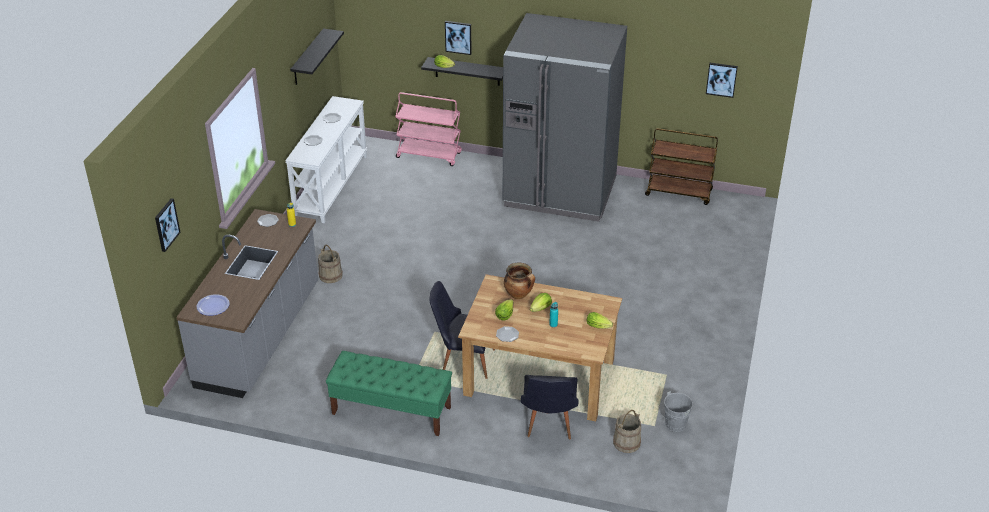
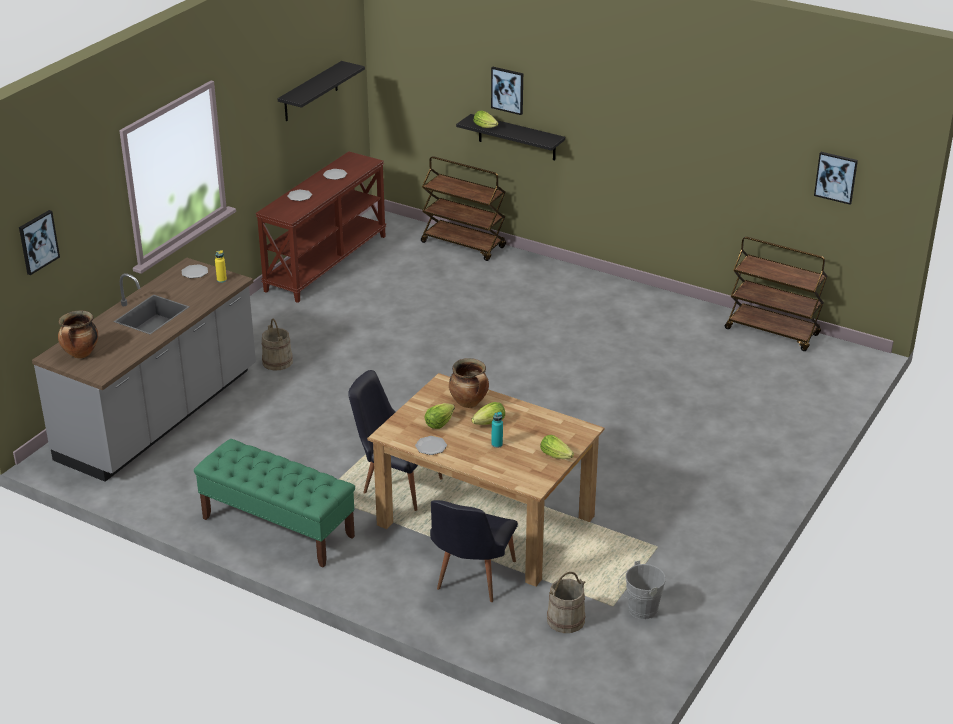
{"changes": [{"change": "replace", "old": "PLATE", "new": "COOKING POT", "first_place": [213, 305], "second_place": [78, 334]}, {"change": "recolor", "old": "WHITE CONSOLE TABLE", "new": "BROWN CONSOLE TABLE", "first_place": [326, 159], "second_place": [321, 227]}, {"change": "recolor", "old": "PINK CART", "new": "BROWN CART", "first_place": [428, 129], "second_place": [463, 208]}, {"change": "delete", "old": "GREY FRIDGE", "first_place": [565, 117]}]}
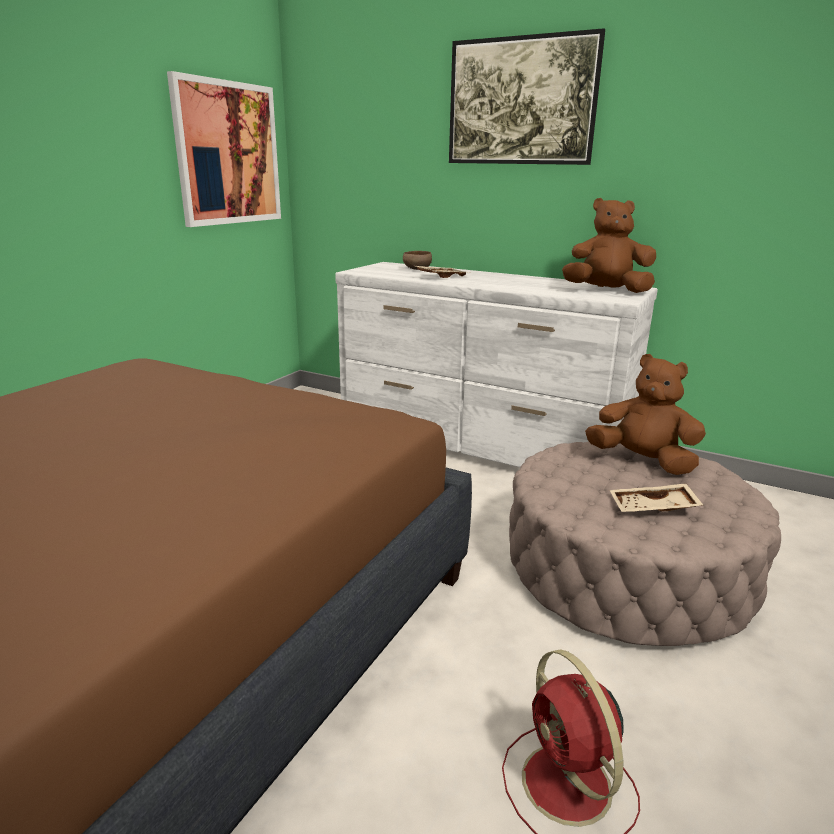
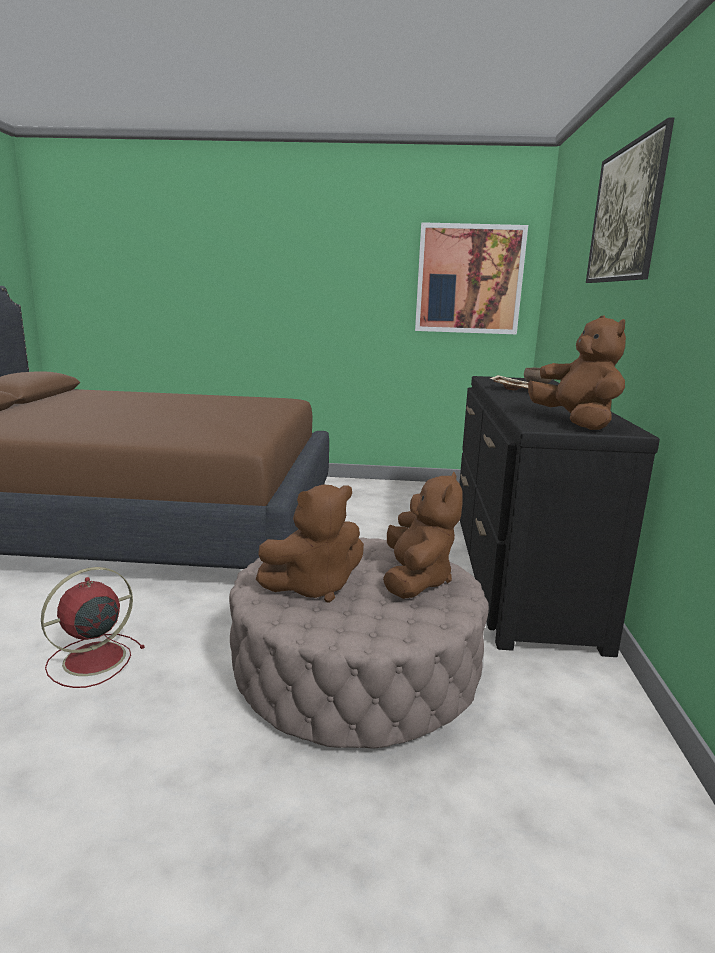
{"changes": [{"change": "replace", "old": "BEIGE TRAY", "new": "BROWN PLUSH TOY", "first_place": [656, 497], "second_place": [310, 543]}, {"change": "recolor", "old": "WHITE DRESSER", "new": "BLACK DRESSER", "first_place": [496, 364], "second_place": [559, 516]}]}
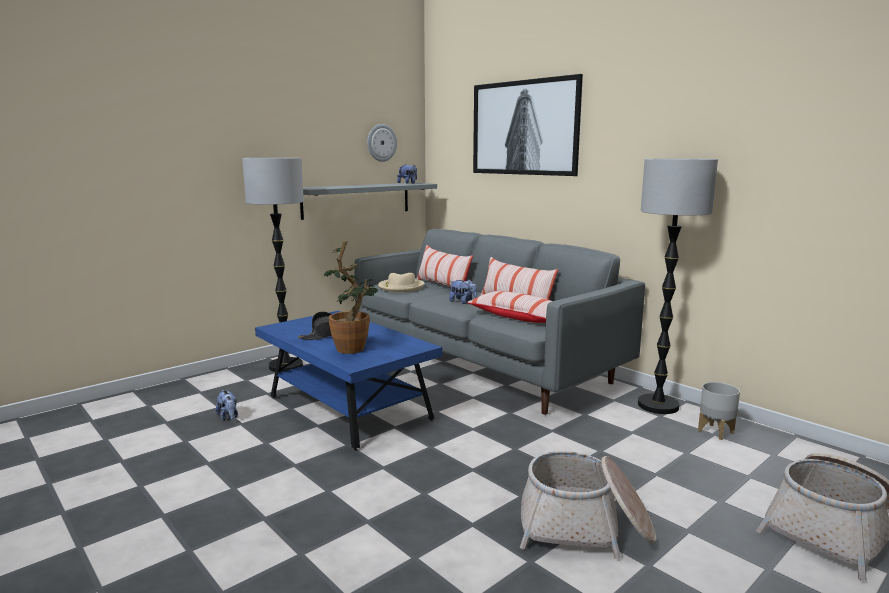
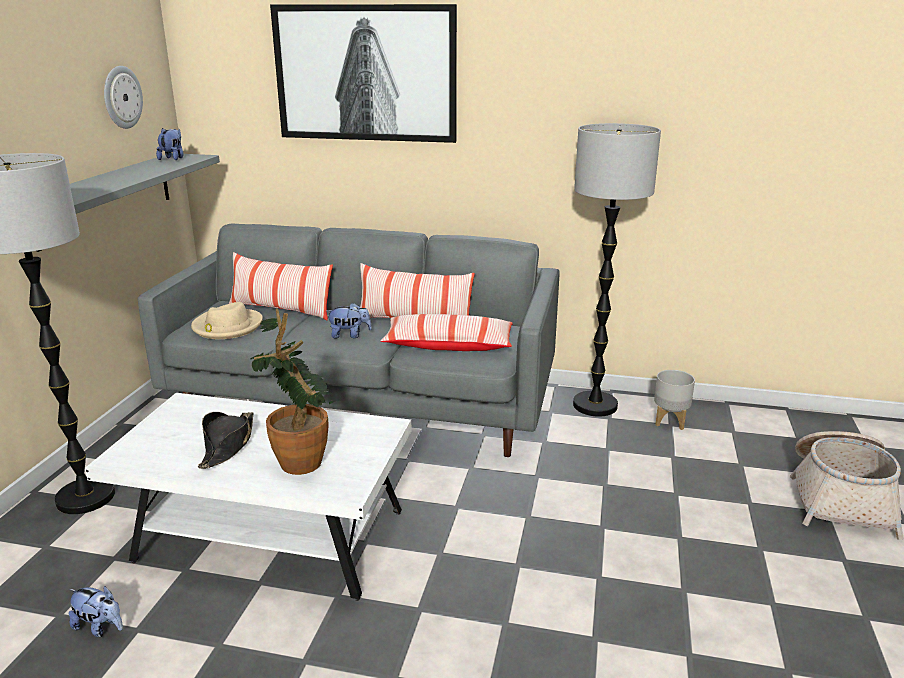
{"changes": [{"change": "recolor", "old": "BLUE COFFEE TABLE", "new": "WHITE COFFEE TABLE", "first_place": [348, 381], "second_place": [248, 497]}, {"change": "delete", "old": "BASKET", "first_place": [588, 505]}]}
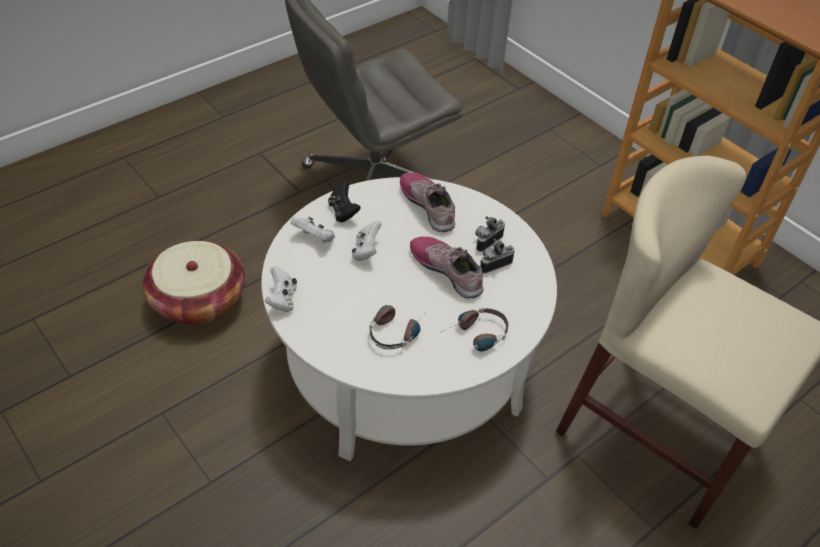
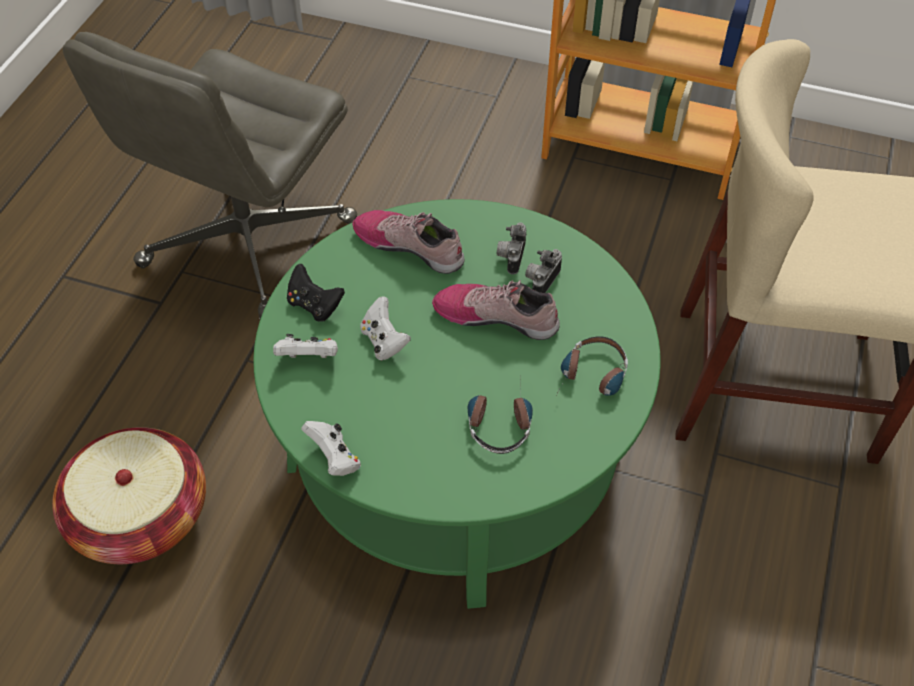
{"changes": [{"change": "recolor", "old": "WHITE COFFEE TABLE", "new": "GREEN COFFEE TABLE", "first_place": [409, 319], "second_place": [457, 404]}]}
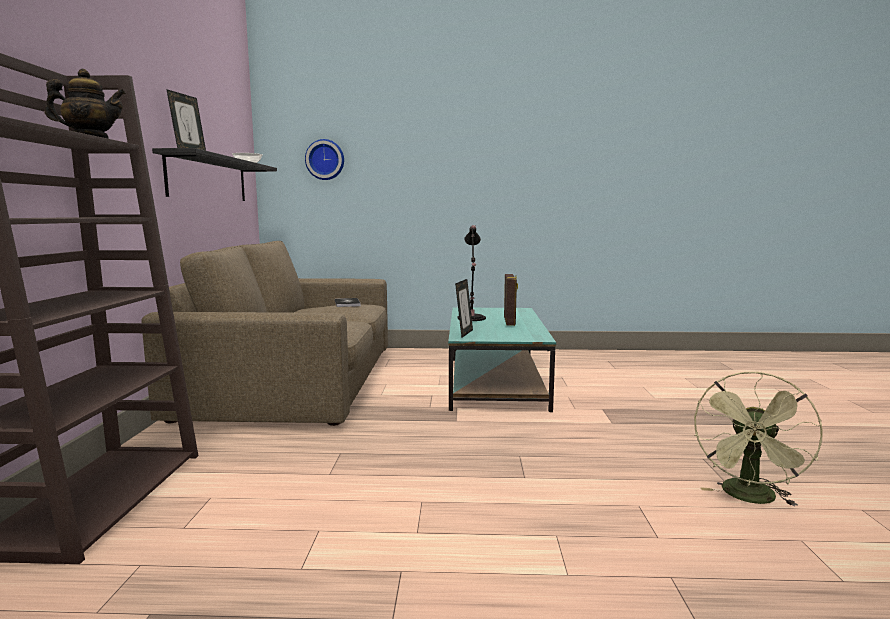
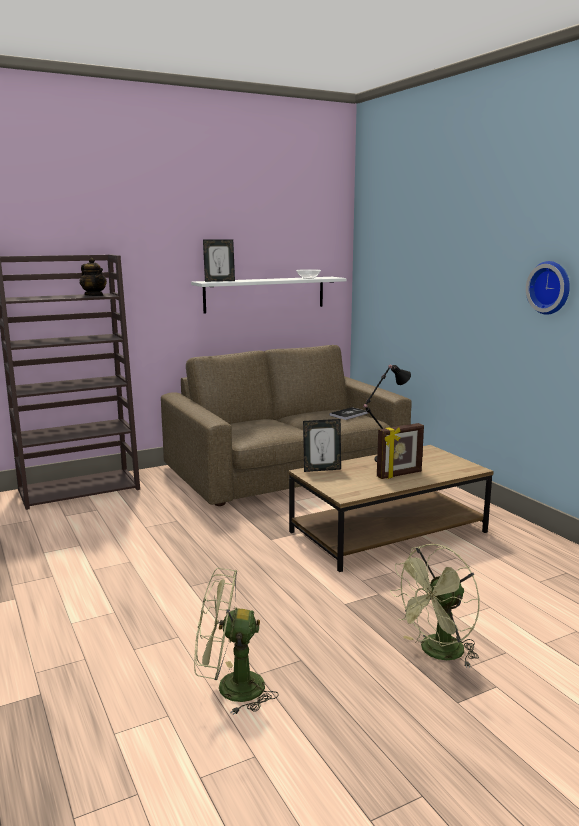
{"changes": [{"change": "recolor", "old": "BLACK SHELF", "new": "WHITE SHELF", "first_place": [214, 174], "second_place": [268, 295]}, {"change": "recolor", "old": "TURQUOISE COFFEE TABLE", "new": "BROWN COFFEE TABLE", "first_place": [502, 359], "second_place": [391, 508]}, {"change": "insert", "new": "GREEN FAN", "second_place": [435, 606]}, {"change": "move", "old": "WALL CLOCK", "first_place": [324, 159], "second_place": [548, 288]}]}
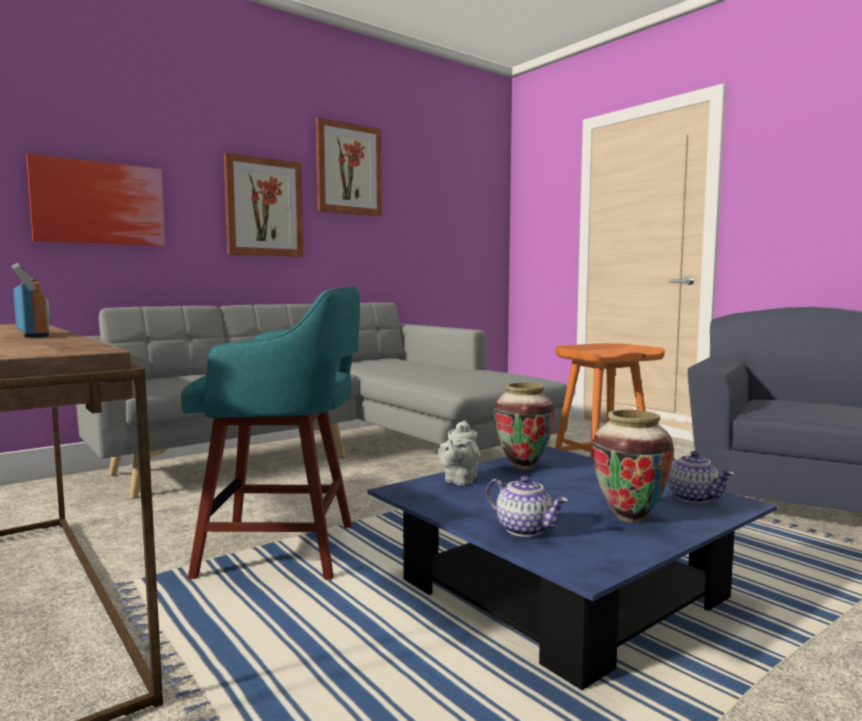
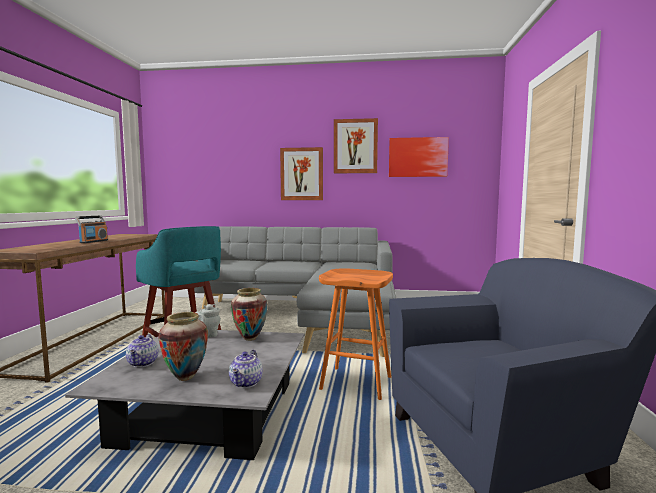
{"changes": [{"change": "recolor", "old": "BLUE COFFEE TABLE", "new": "GREY COFFEE TABLE", "first_place": [572, 568], "second_place": [184, 395]}, {"change": "move", "old": "PICTURE", "first_place": [96, 200], "second_place": [419, 157]}]}
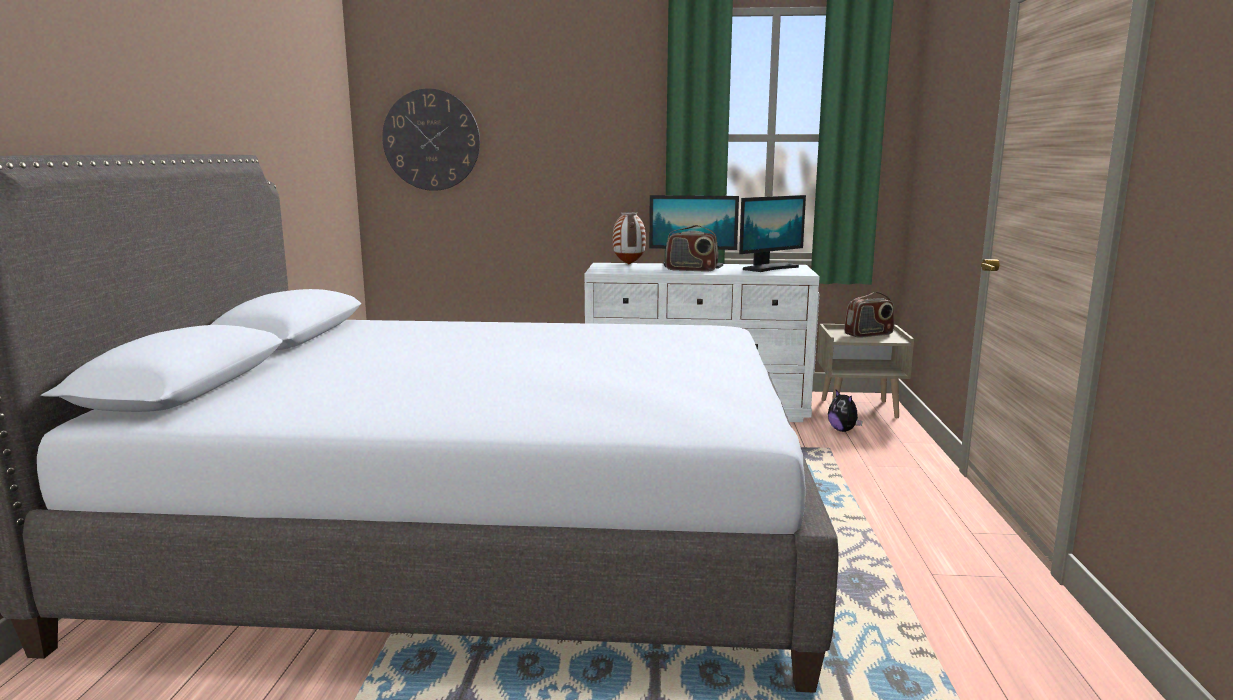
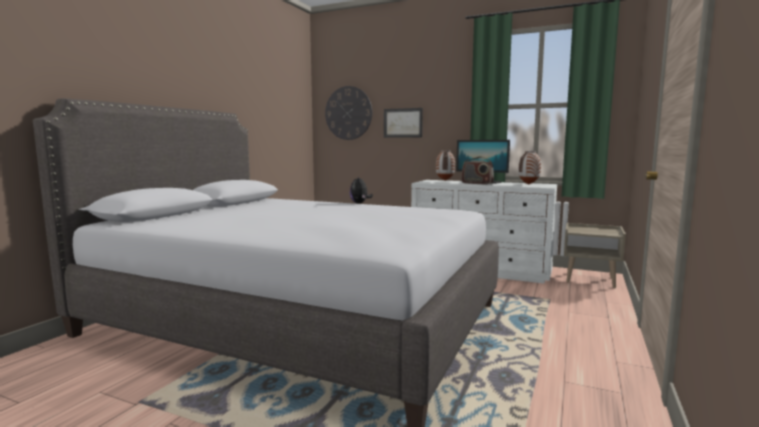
{"changes": [{"change": "move", "old": "PLUSH TOY", "first_place": [845, 411], "second_place": [361, 190]}, {"change": "insert", "new": "PICTURE", "second_place": [403, 123]}, {"change": "replace", "old": "MONITOR", "new": "VASE", "first_place": [772, 233], "second_place": [529, 168]}, {"change": "delete", "old": "RADIO", "first_place": [869, 315]}]}
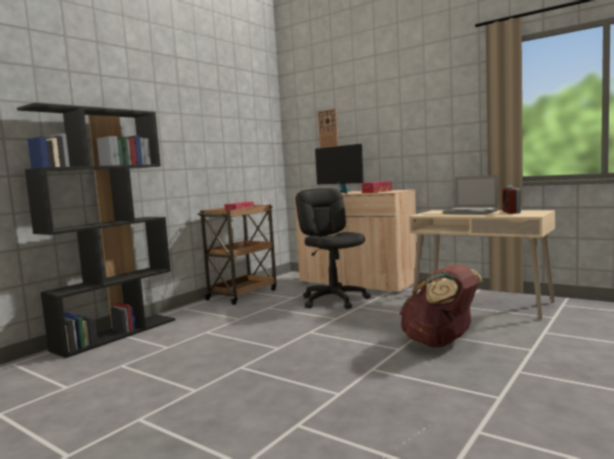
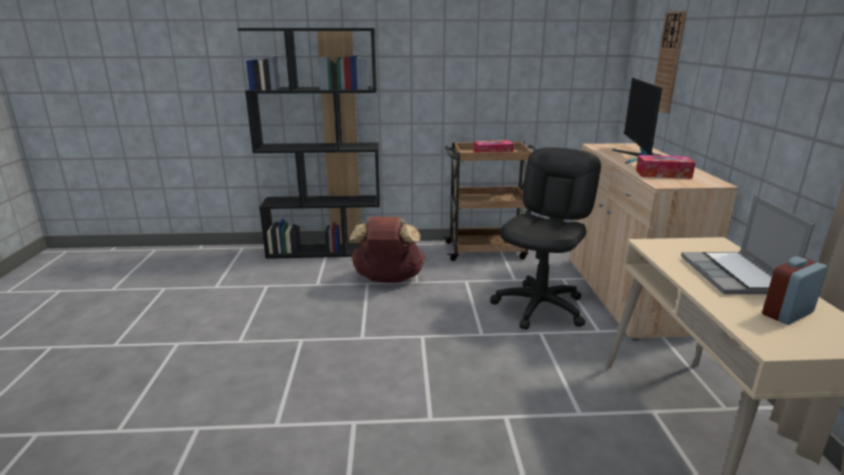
{"changes": [{"change": "move", "old": "BROWN BACKPACK", "first_place": [440, 305], "second_place": [387, 250]}]}
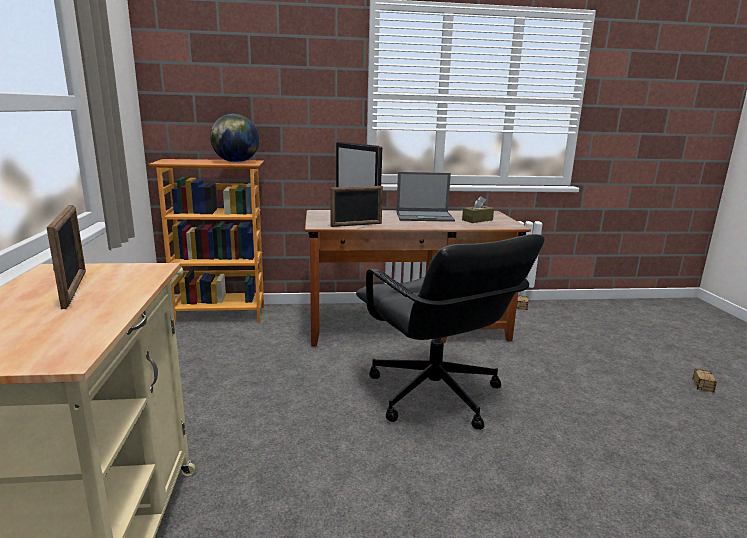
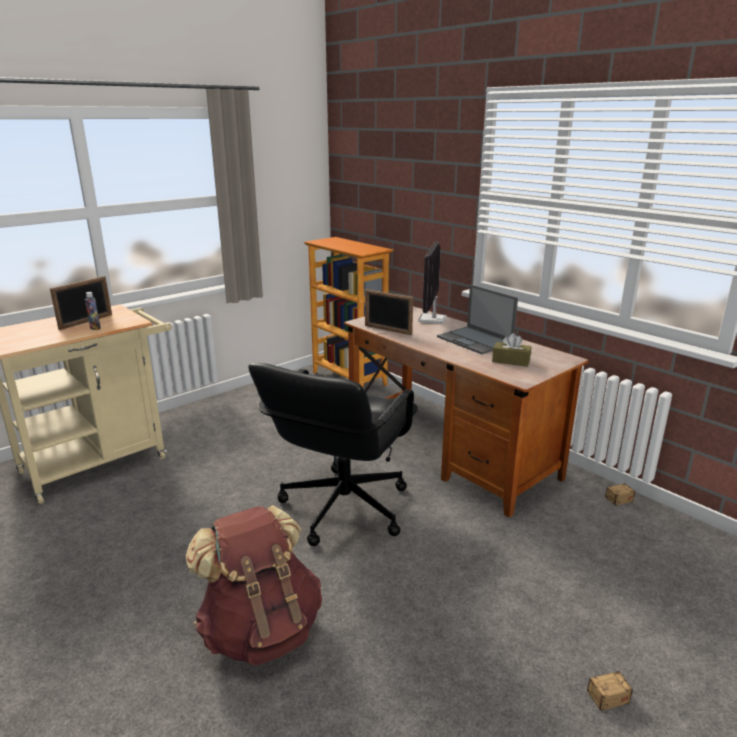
{"changes": [{"change": "insert", "new": "BOTTLE", "second_place": [93, 311]}, {"change": "insert", "new": "BROWN BACKPACK", "second_place": [254, 585]}, {"change": "delete", "old": "GLOBE", "first_place": [234, 138]}]}
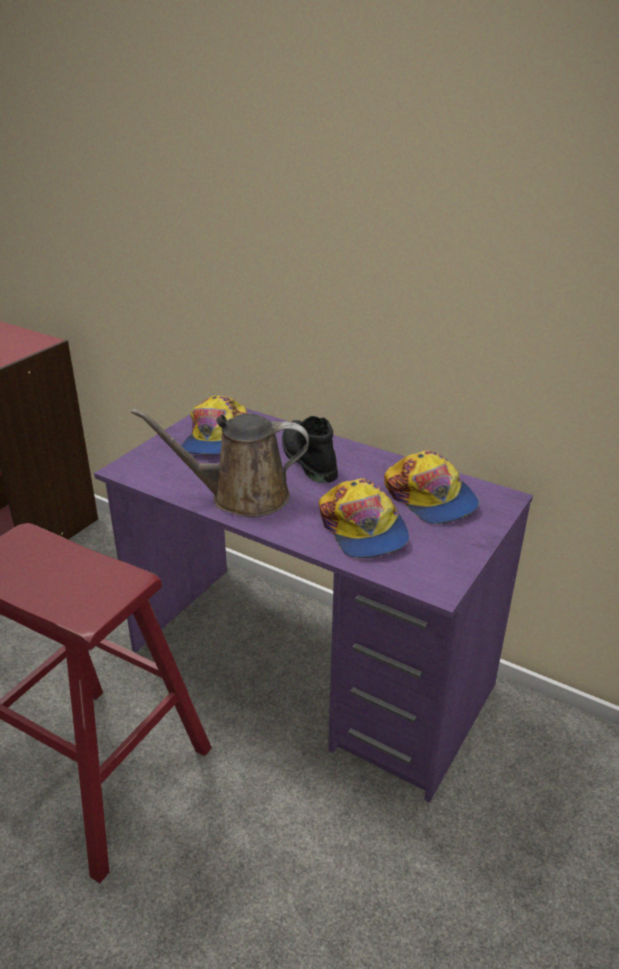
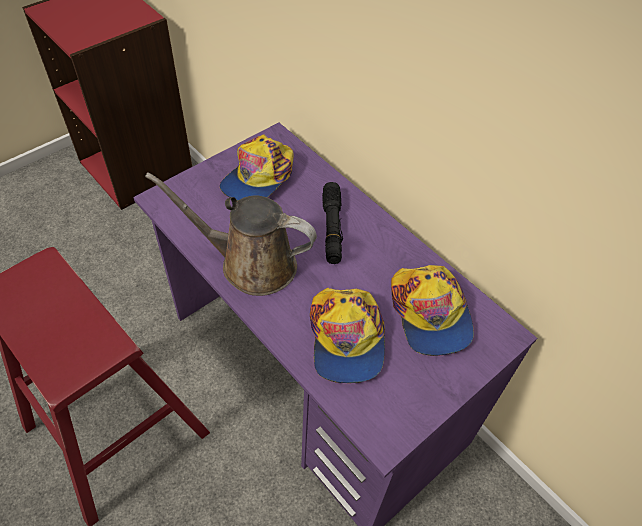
{"changes": [{"change": "replace", "old": "BLACK BOOT", "new": "BLACK FLASHLIGHT", "first_place": [310, 449], "second_place": [332, 223]}]}
